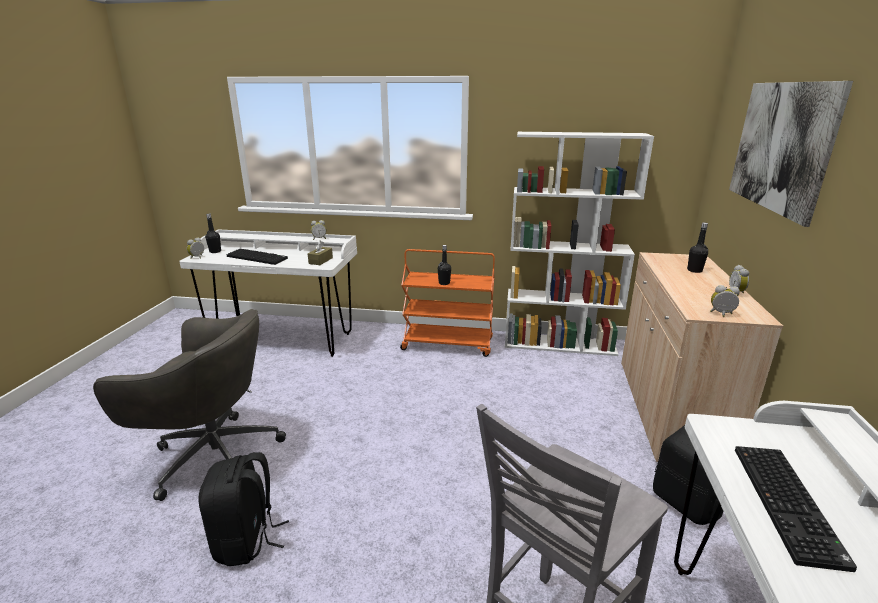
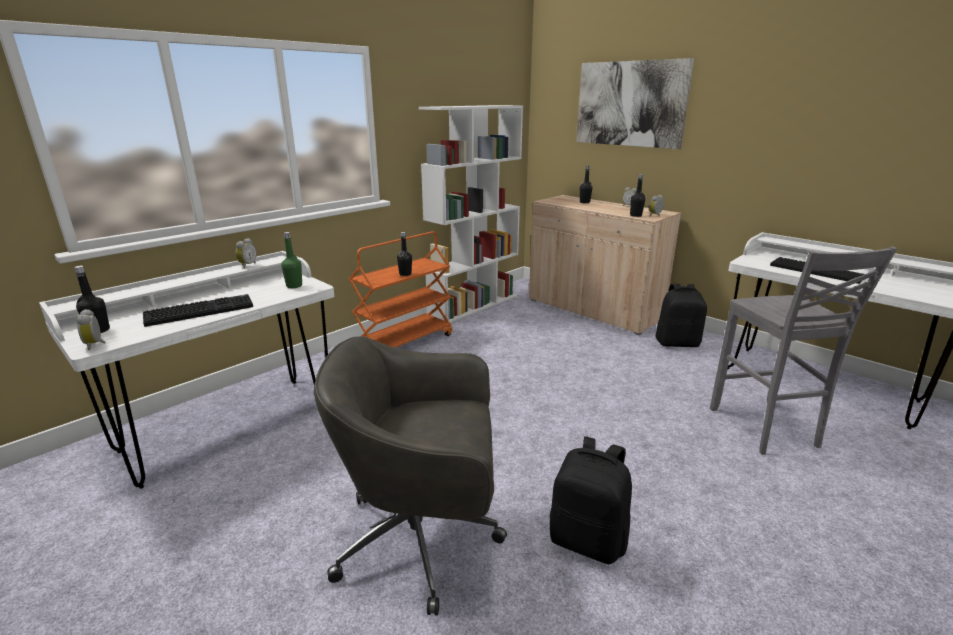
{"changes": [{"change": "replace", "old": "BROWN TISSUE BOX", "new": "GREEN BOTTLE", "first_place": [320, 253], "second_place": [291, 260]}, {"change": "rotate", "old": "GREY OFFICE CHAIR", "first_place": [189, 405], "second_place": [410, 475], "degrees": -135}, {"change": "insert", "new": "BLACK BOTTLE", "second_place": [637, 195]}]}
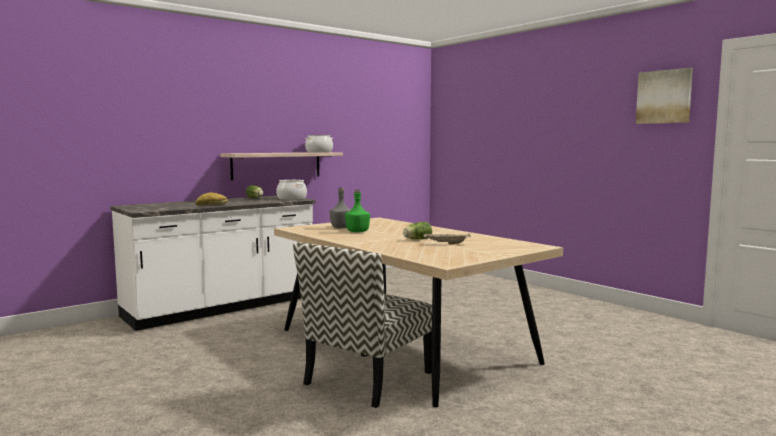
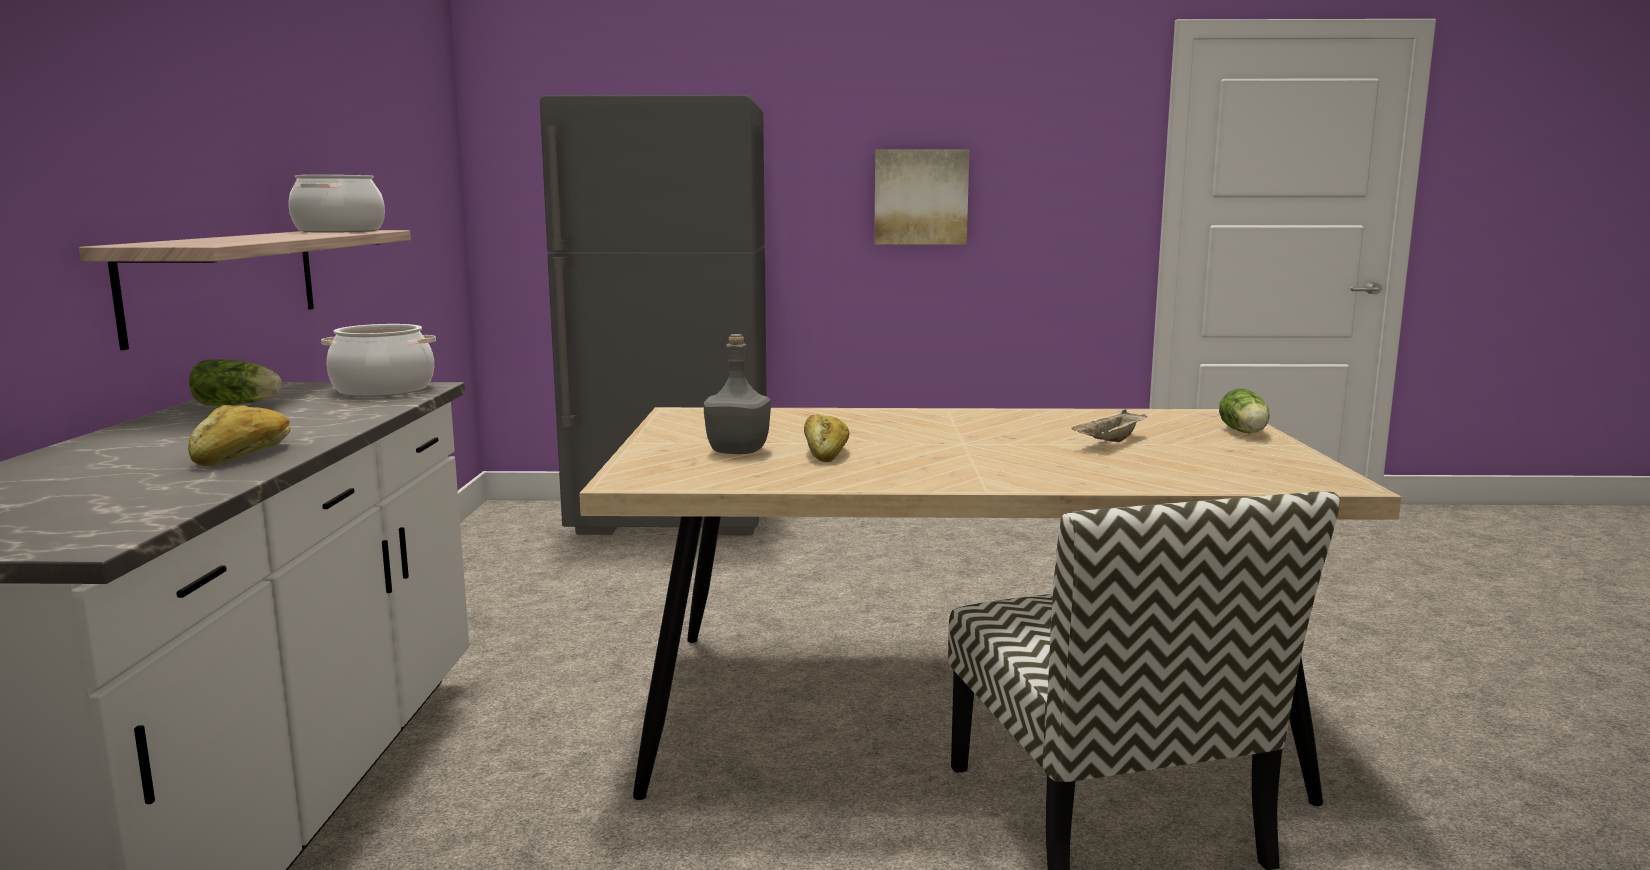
{"changes": [{"change": "insert", "new": "GREY FRIDGE", "second_place": [653, 315]}, {"change": "replace", "old": "GREEN BOTTLE", "new": "BREAD", "first_place": [357, 210], "second_place": [826, 438]}, {"change": "move", "old": "PICTURE", "first_place": [664, 96], "second_place": [921, 197]}, {"change": "move", "old": "LETTUCE", "first_place": [417, 230], "second_place": [1244, 410]}]}
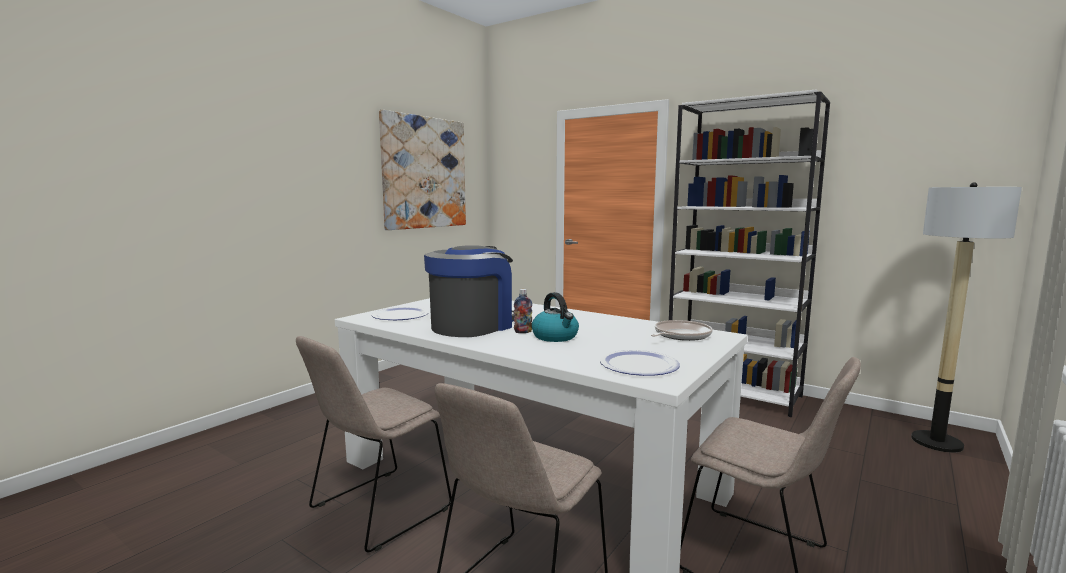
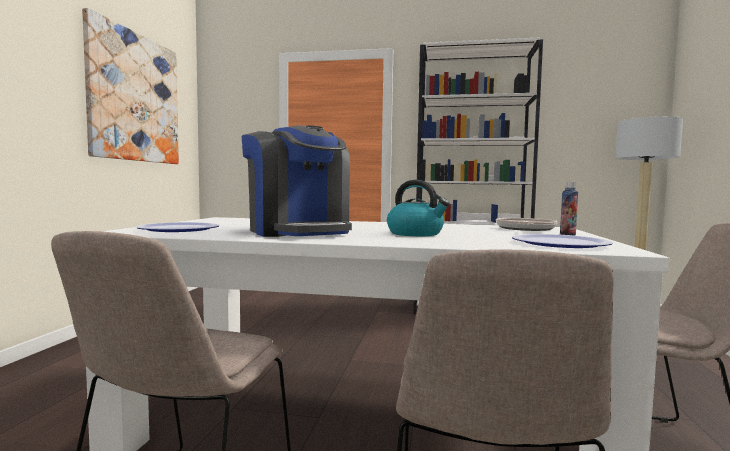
{"changes": [{"change": "rotate", "old": "COFFEE MACHINE", "first_place": [469, 291], "second_place": [296, 181], "degrees": 135}, {"change": "move", "old": "BOTTLE", "first_place": [523, 311], "second_place": [569, 209]}]}
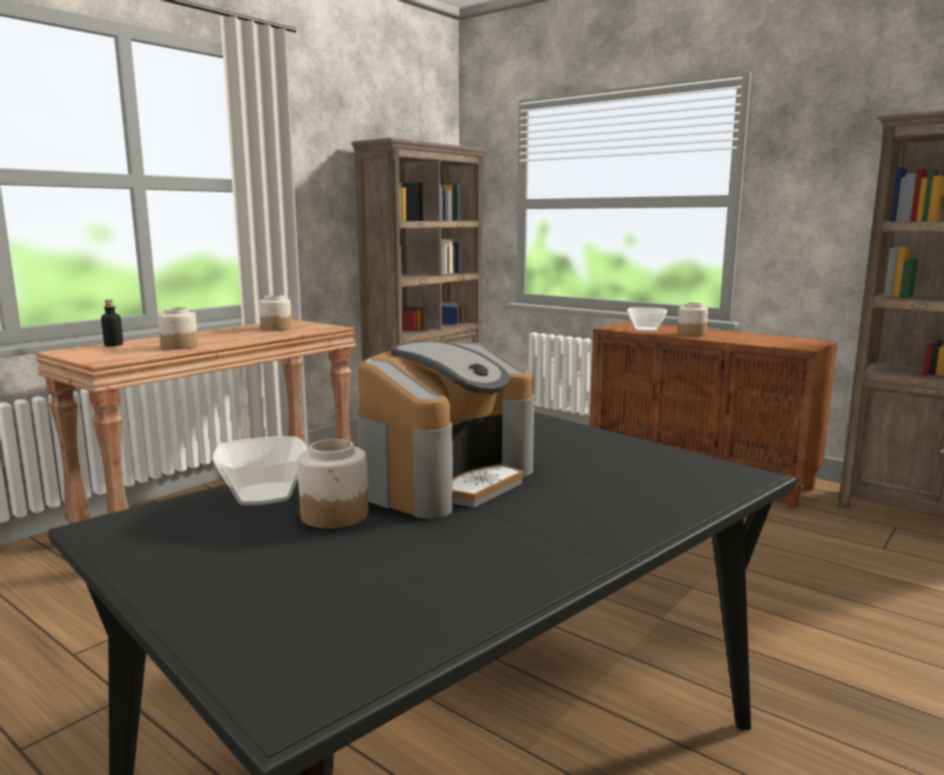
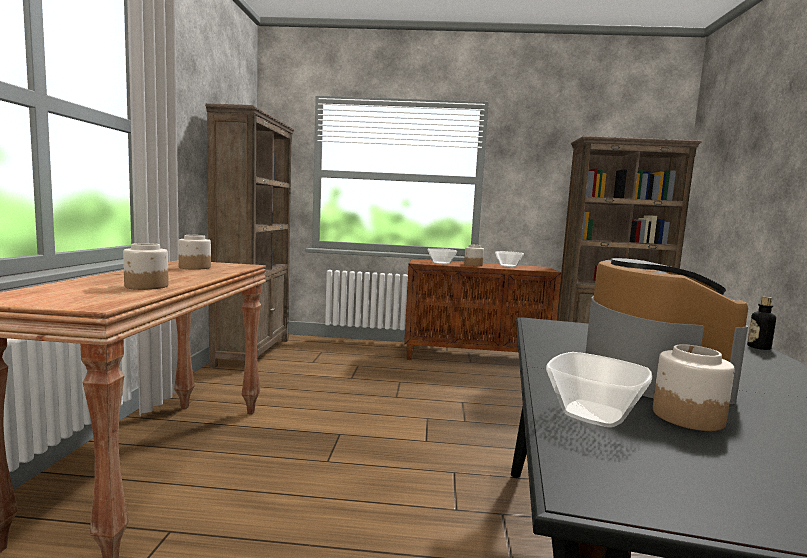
{"changes": [{"change": "insert", "new": "BOWL", "second_place": [509, 259]}, {"change": "move", "old": "BOTTLE", "first_place": [112, 323], "second_place": [761, 323]}]}
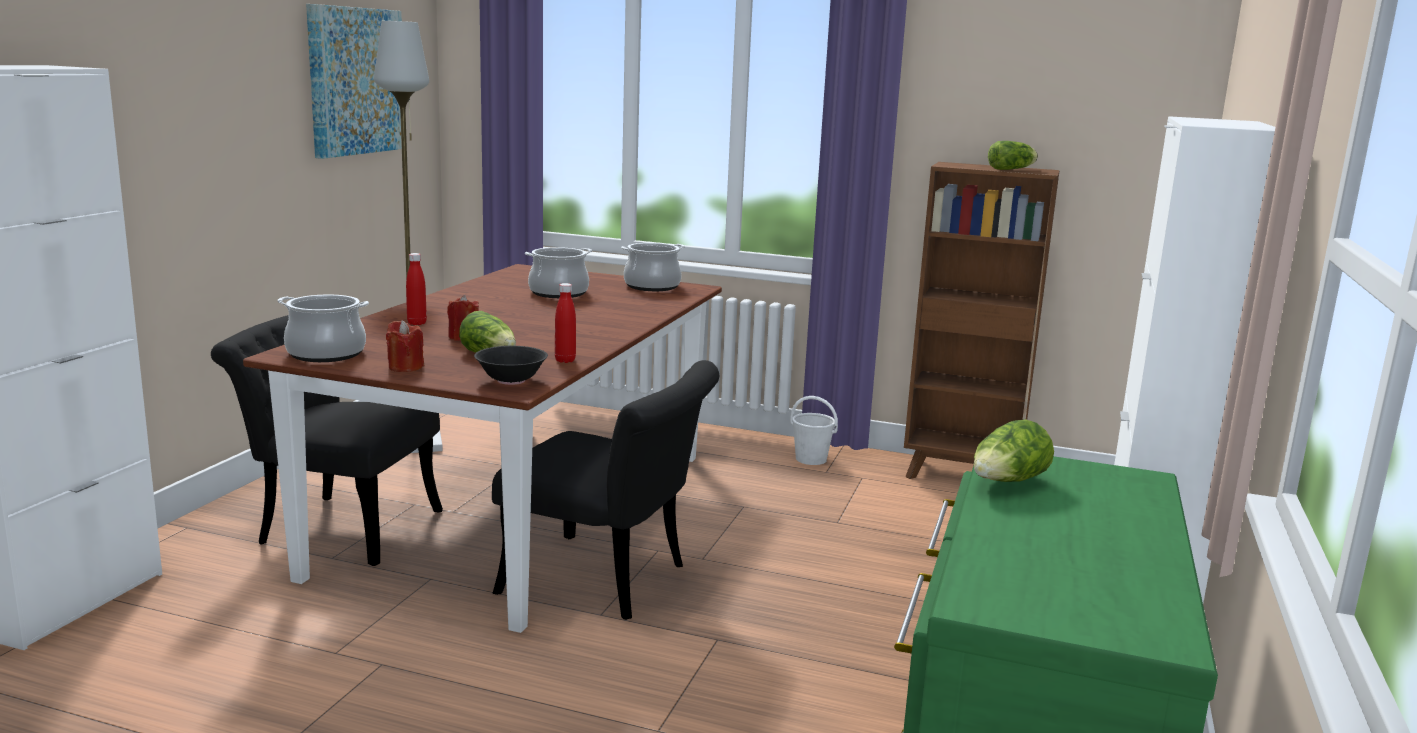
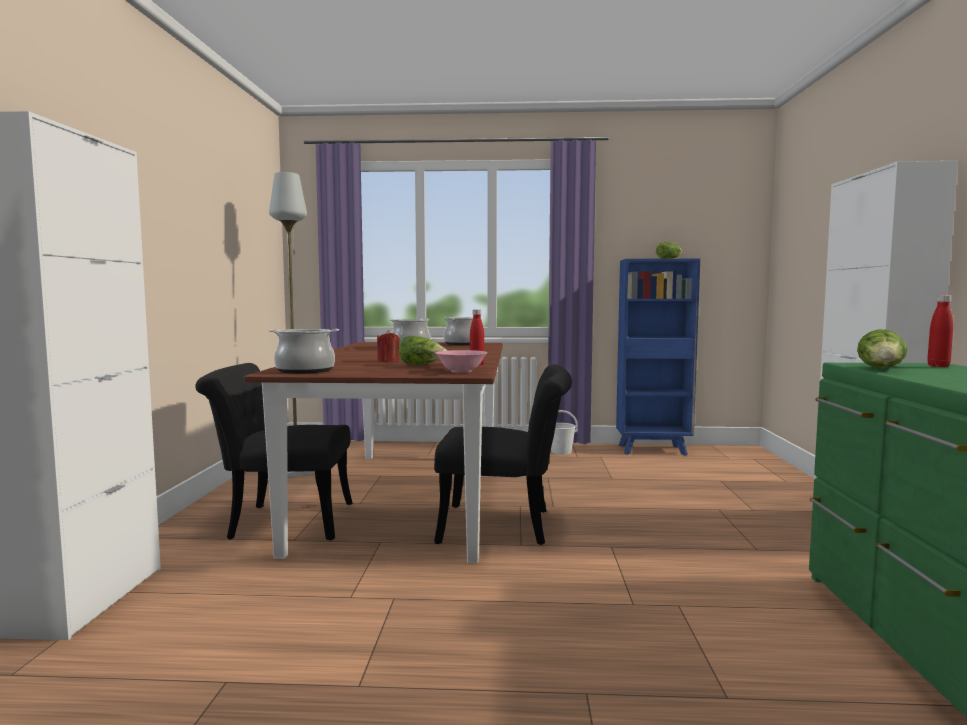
{"changes": [{"change": "recolor", "old": "BLACK BOWL", "new": "PINK BOWL", "first_place": [511, 365], "second_place": [461, 361]}, {"change": "recolor", "old": "BROWN BOOKCASE", "new": "BLUE BOOKCASE", "first_place": [982, 320], "second_place": [658, 356]}, {"change": "move", "old": "RED BOTTLE", "first_place": [416, 289], "second_place": [940, 331]}, {"change": "delete", "old": "PICTURE", "first_place": [354, 81]}, {"change": "delete", "old": "RED CANDLE", "first_place": [405, 346]}]}
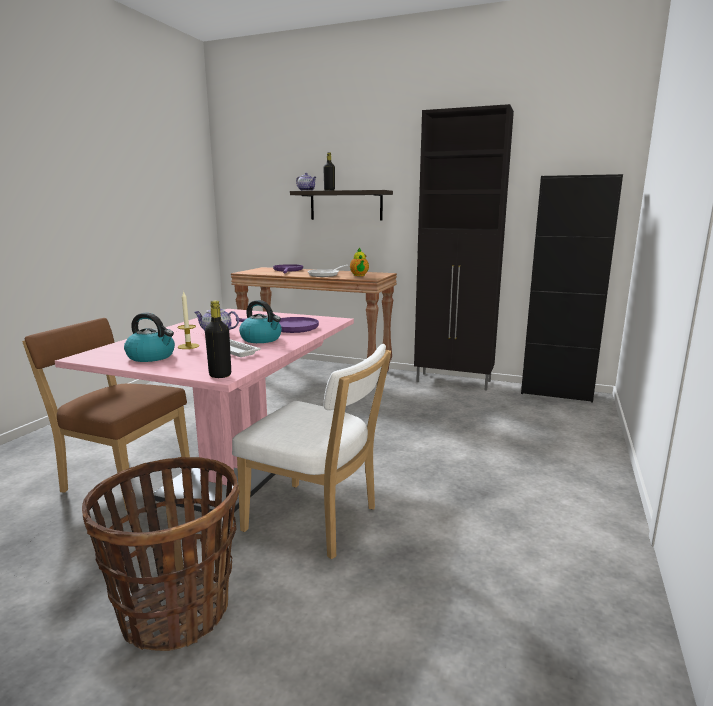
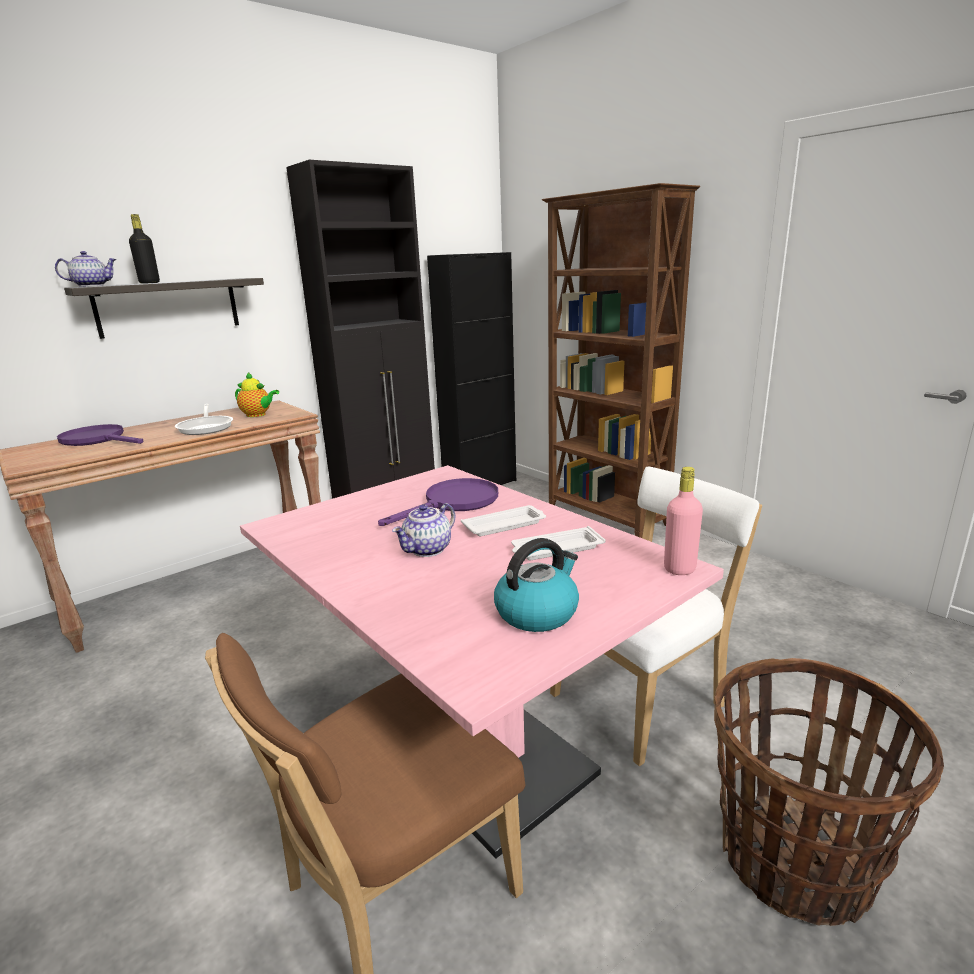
{"changes": [{"change": "replace", "old": "KETTLE", "new": "WHITE TRAY", "first_place": [260, 321], "second_place": [503, 520]}, {"change": "insert", "new": "BROWN BOOKCASE", "second_place": [621, 360]}, {"change": "recolor", "old": "BLACK BOTTLE", "new": "PINK BOTTLE", "first_place": [218, 339], "second_place": [683, 521]}, {"change": "delete", "old": "CANDLE", "first_place": [188, 320]}]}
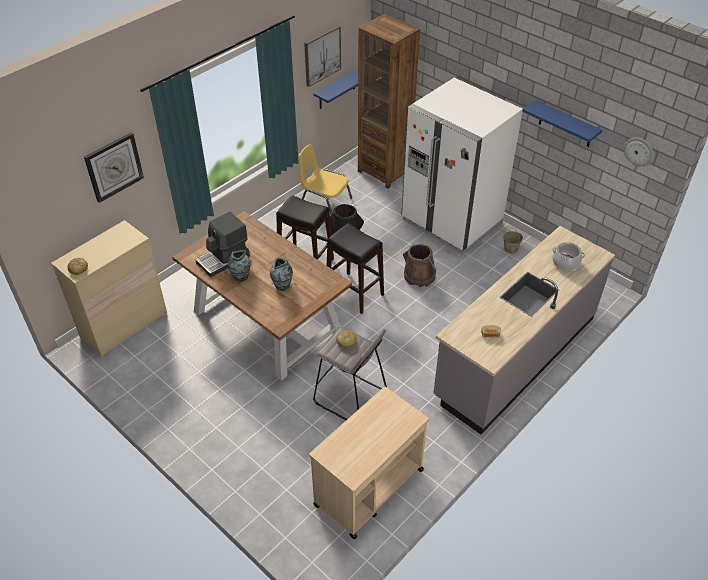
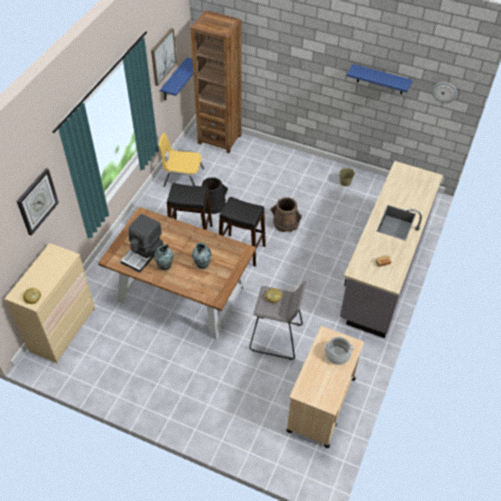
{"changes": [{"change": "move", "old": "COOKING POT", "first_place": [568, 256], "second_place": [339, 351]}, {"change": "delete", "old": "WHITE FRIDGE", "first_place": [462, 166]}]}
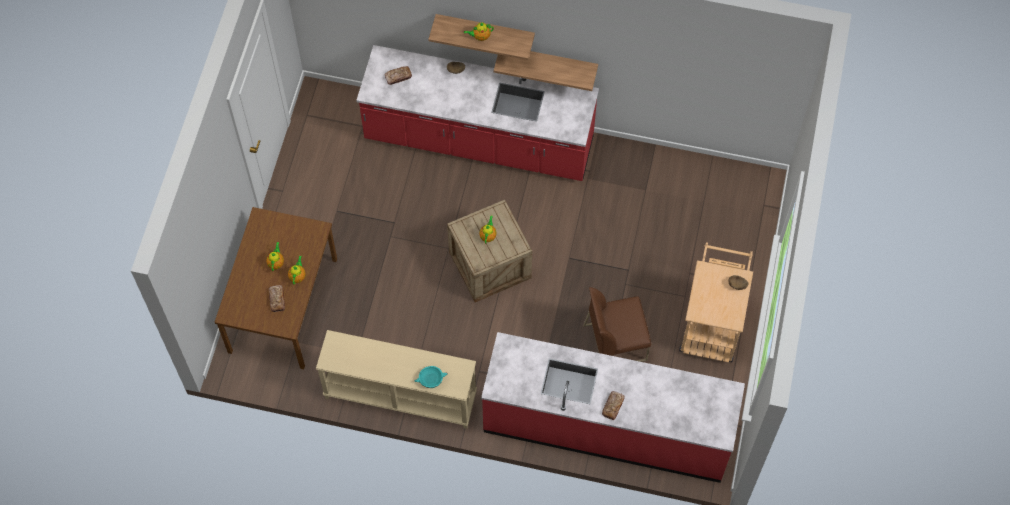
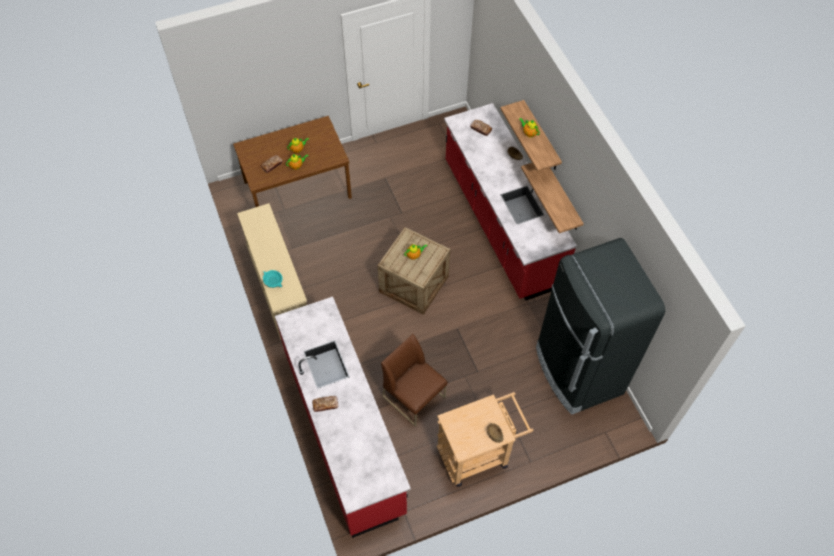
{"changes": [{"change": "insert", "new": "BLACK FRIDGE", "second_place": [600, 326]}]}
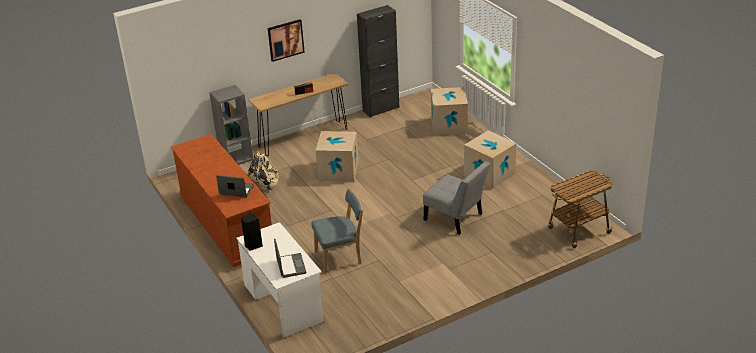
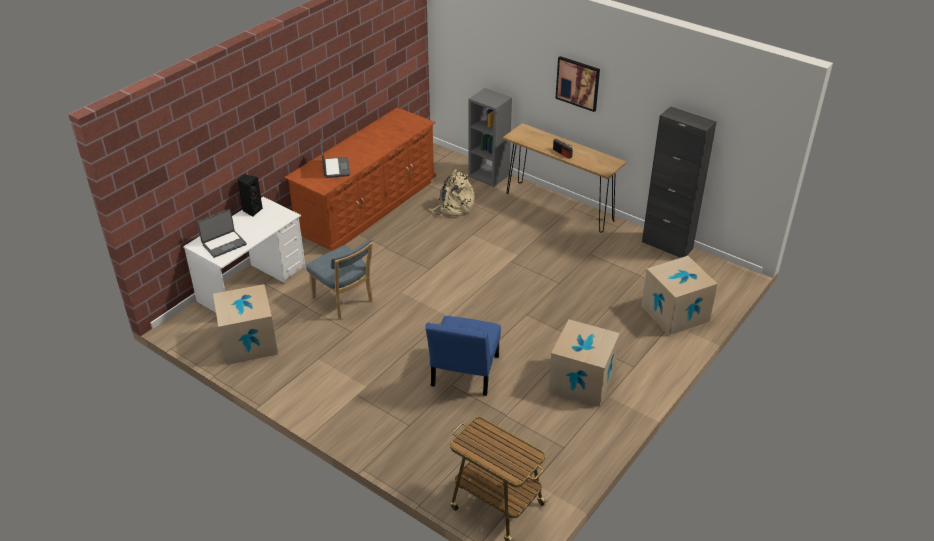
{"changes": [{"change": "move", "old": "CARDBOARD BOX", "first_place": [337, 156], "second_place": [245, 324]}, {"change": "recolor", "old": "GREY CHAIR", "new": "BLUE CHAIR", "first_place": [456, 198], "second_place": [463, 356]}]}
